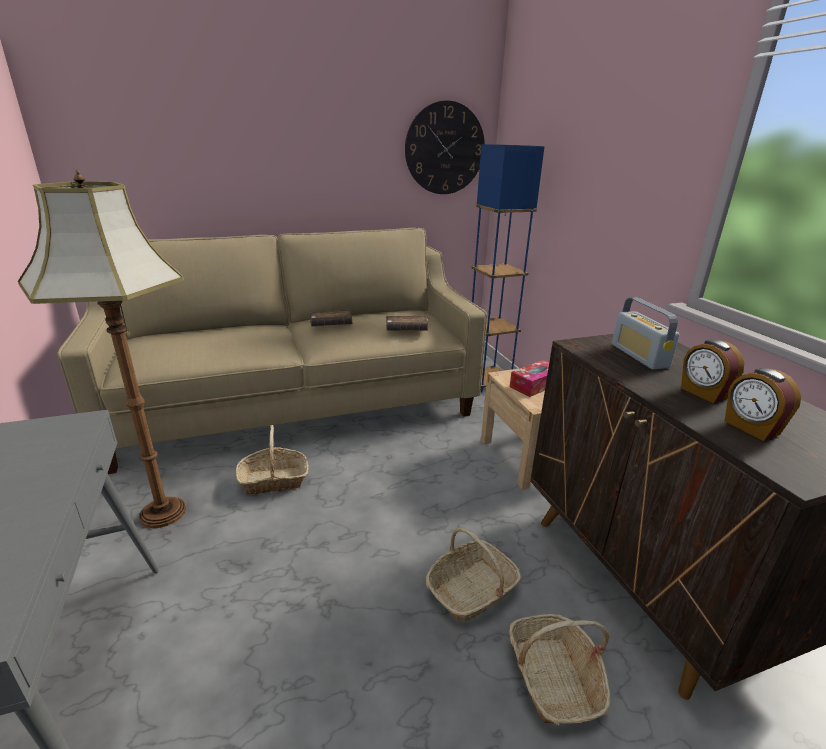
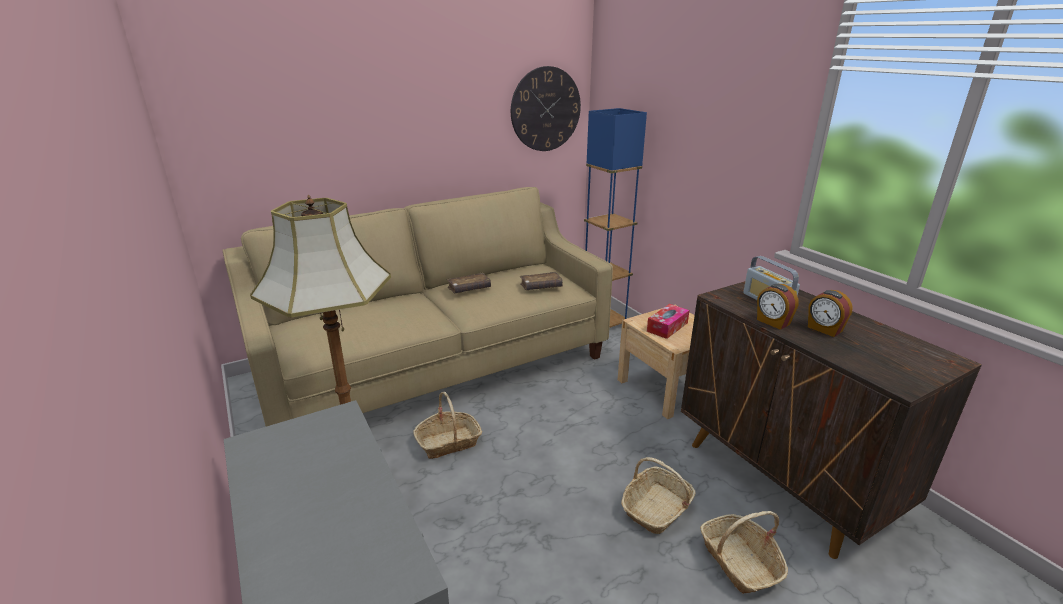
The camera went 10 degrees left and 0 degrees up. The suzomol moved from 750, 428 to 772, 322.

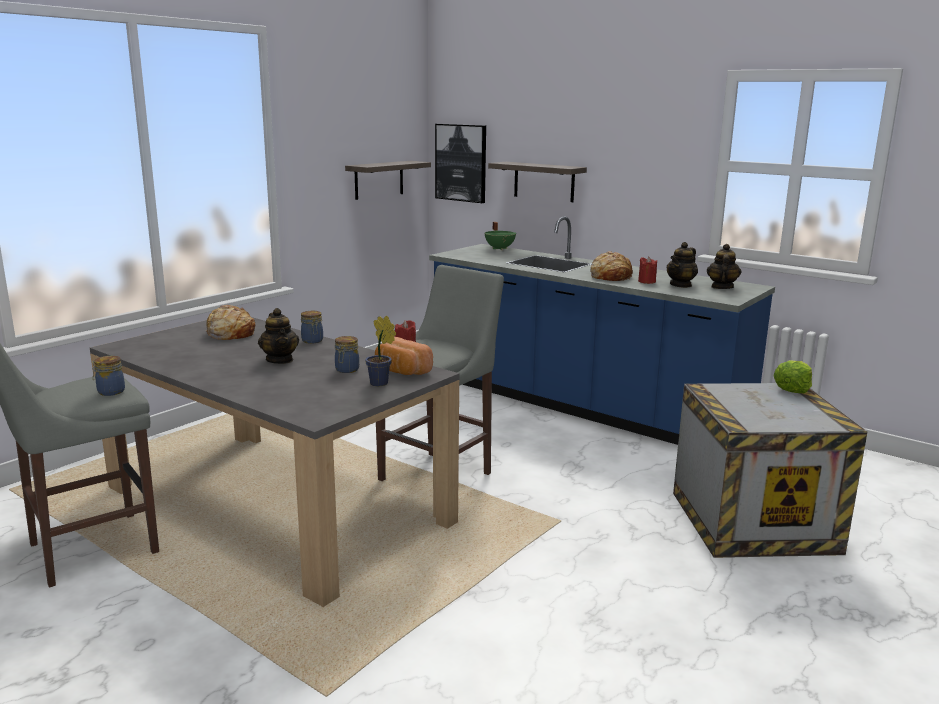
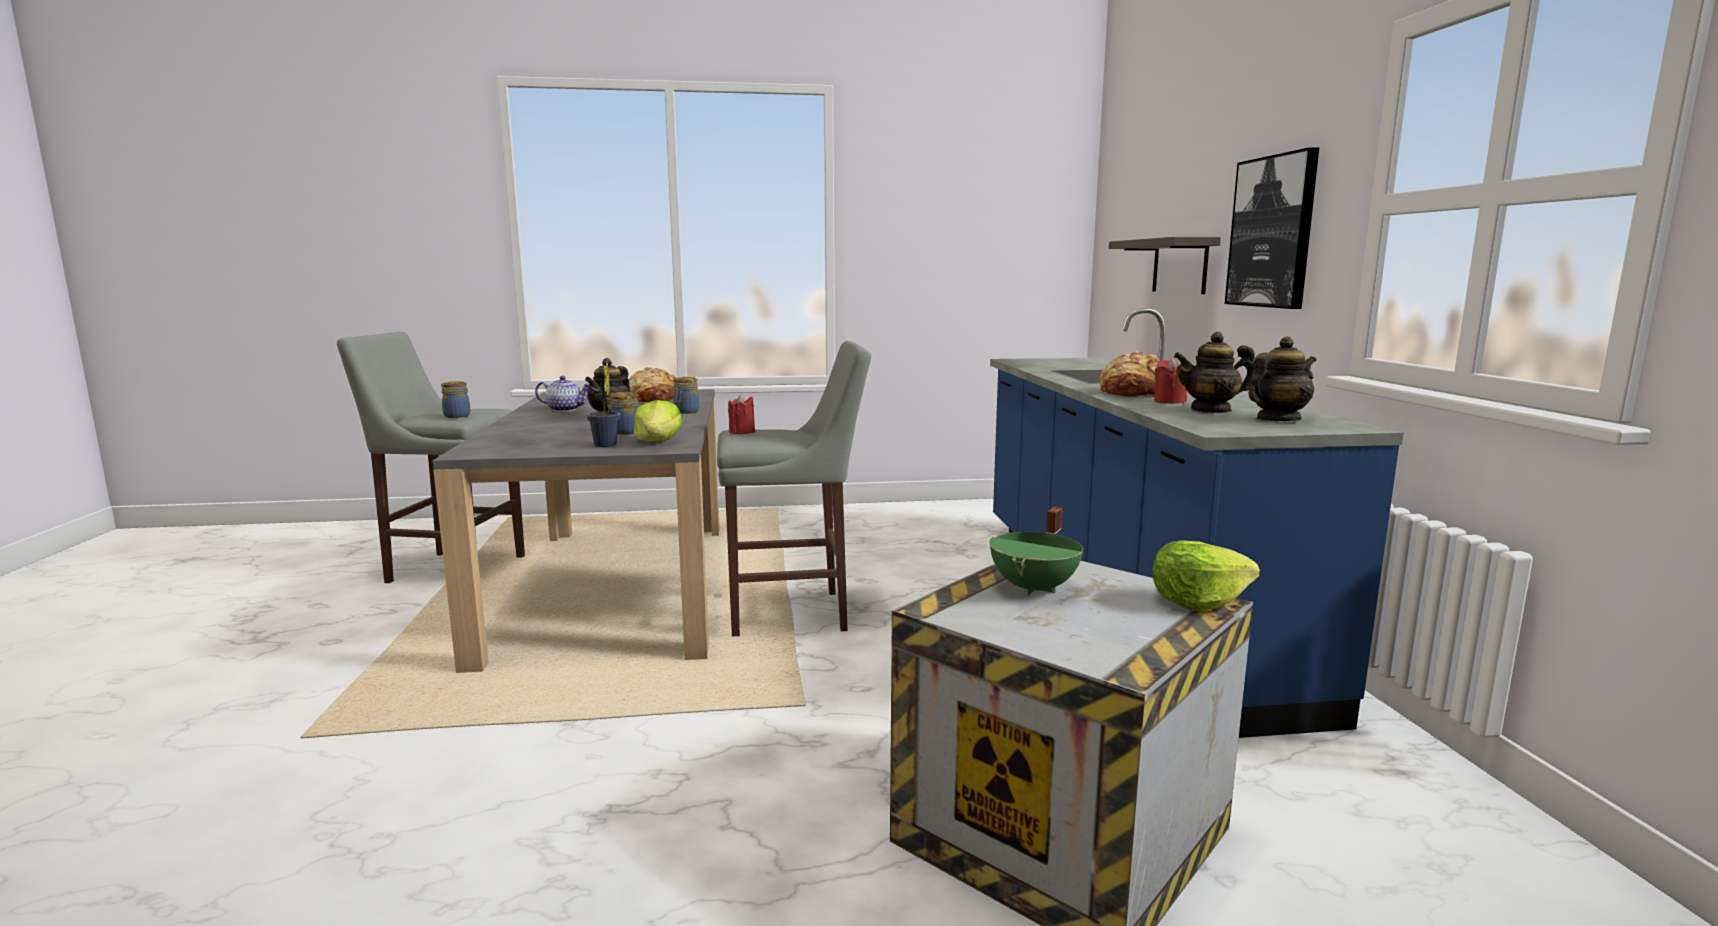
The camera went 45 degrees right and 5 degrees down. The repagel at 565, 409 appeared. The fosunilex at 401, 371 was replaced by the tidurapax at 658, 441. The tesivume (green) moved from 500, 248 to 1036, 588. The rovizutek moved from 461, 163 to 1272, 232. The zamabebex at 379, 179 disappeared.

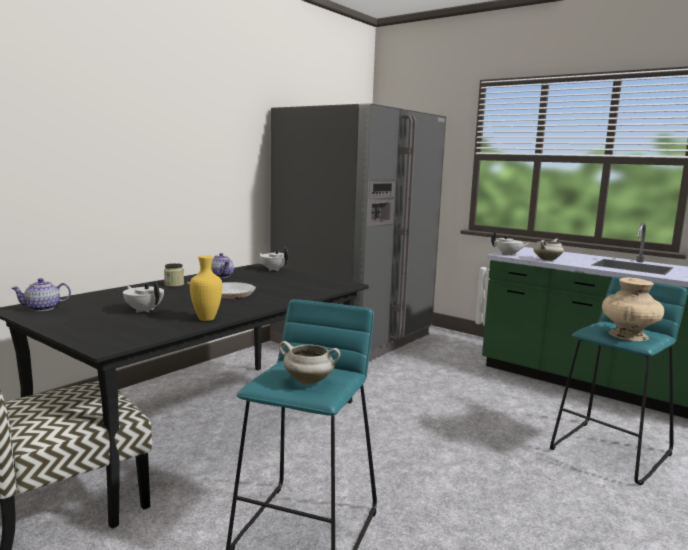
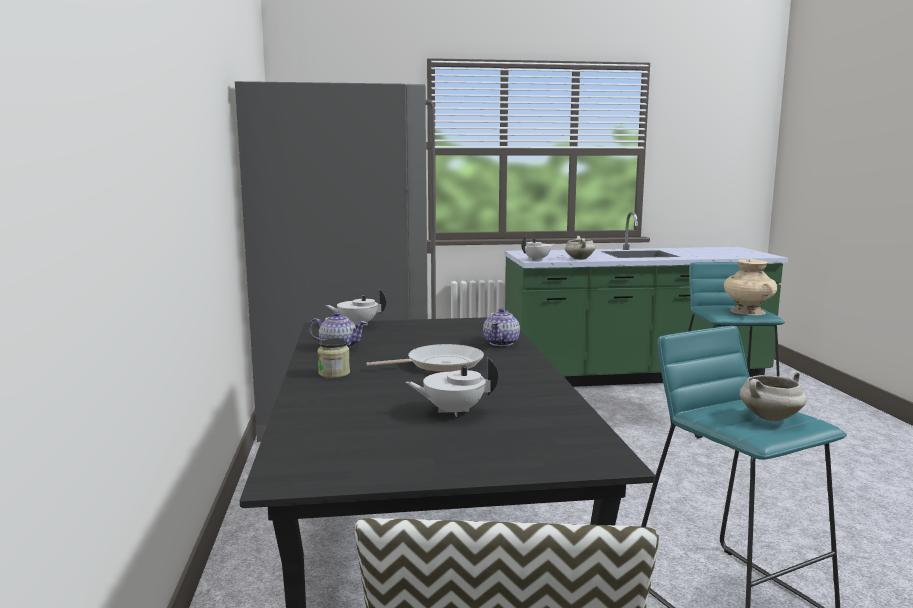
The camera went 45 degrees left and 0 degrees up. The repagel moved from 43, 308 to 501, 343. The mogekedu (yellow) at 206, 319 disappeared.

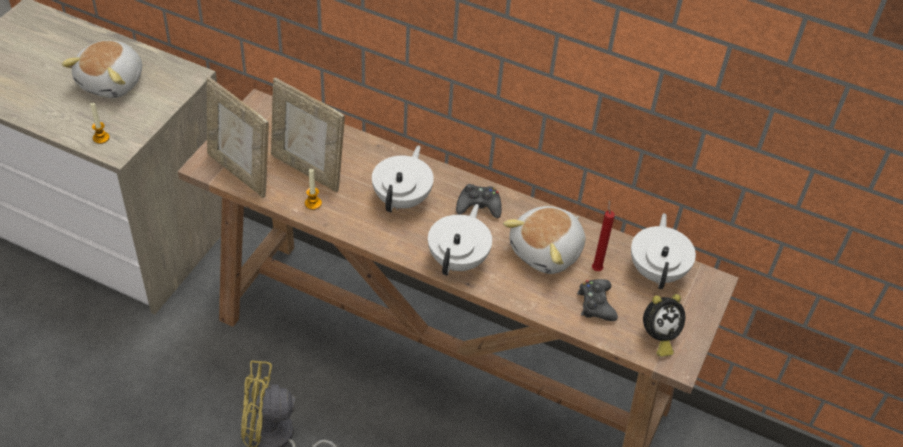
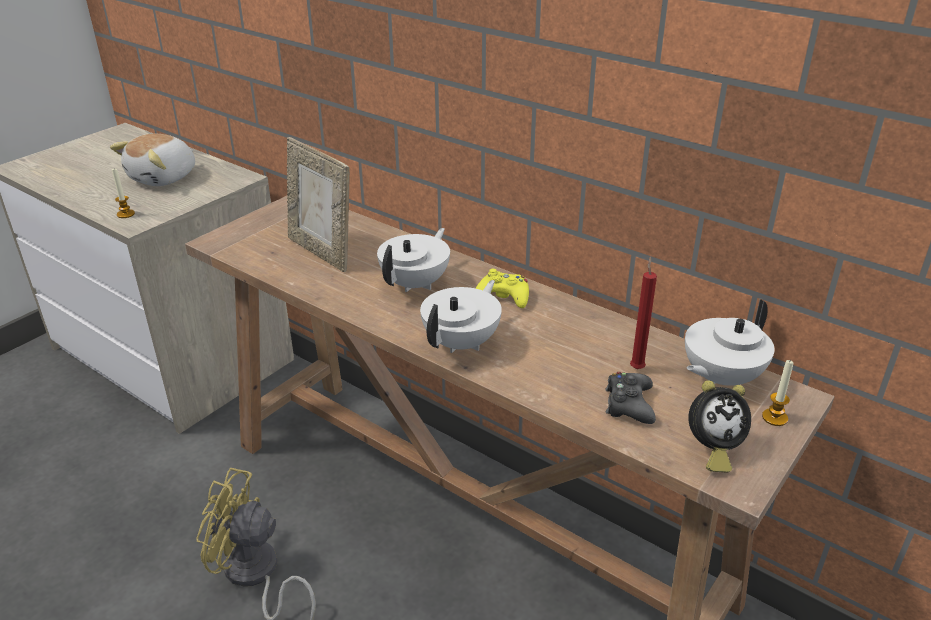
The camera went 15 degrees right and 15 degrees down. The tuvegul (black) at 479, 206 became the tuvegul (yellow) at 503, 297. The repagel (white) at 657, 271 turned 150 degrees counterclockwise. The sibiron moved from 313, 203 to 774, 418. The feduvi at 240, 172 disappeared. The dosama at 547, 251 disappeared.

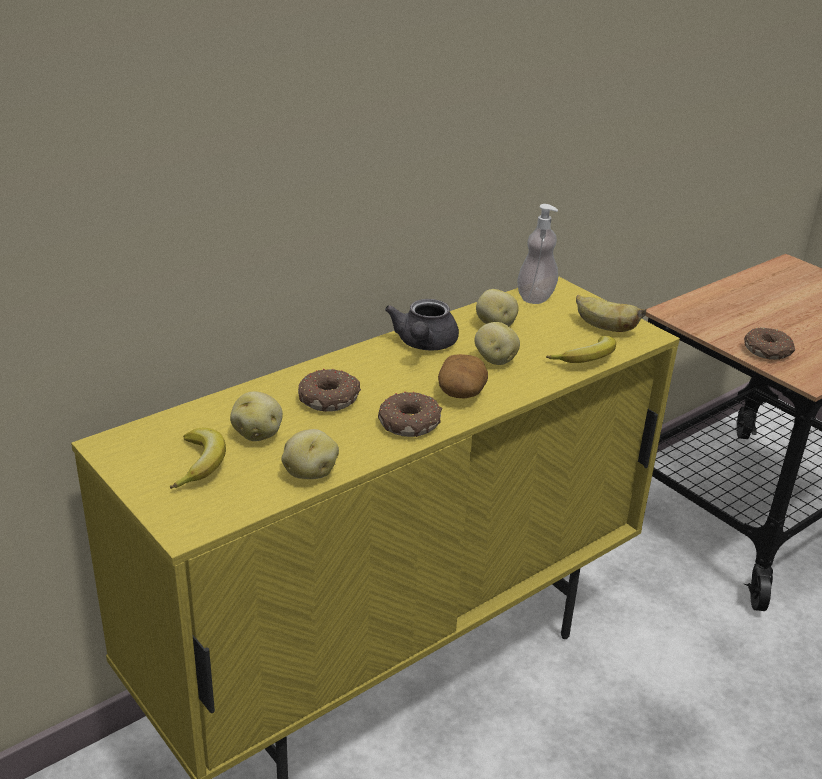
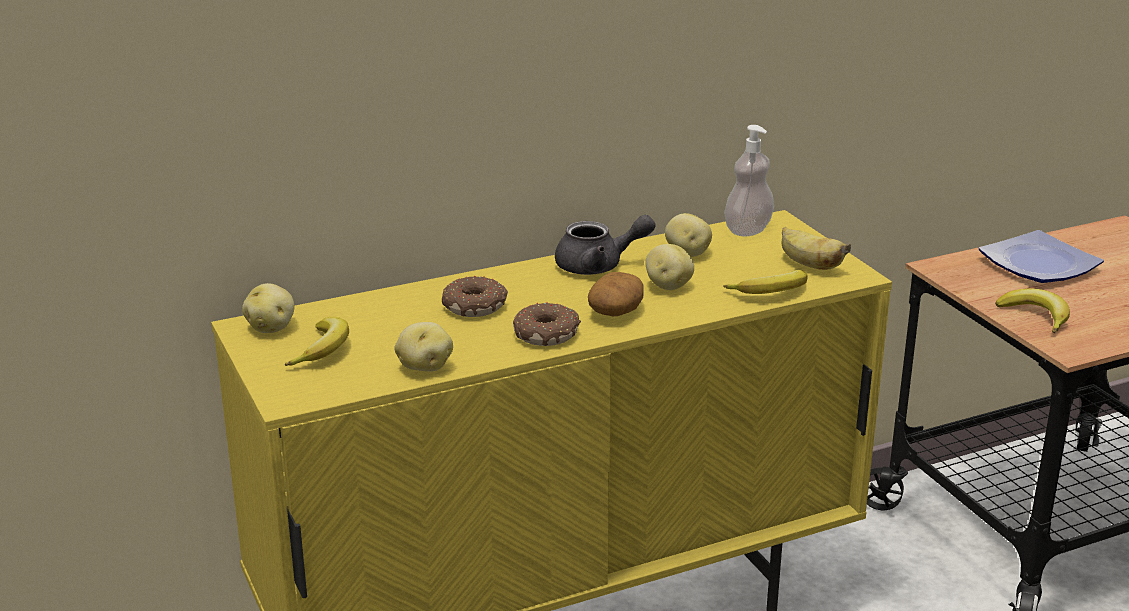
The camera went 15 degrees right and 5 degrees down. The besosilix moved from 258, 433 to 271, 327. The repagel (grey) at 424, 344 turned 120 degrees counterclockwise. The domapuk at 1036, 264 appeared. The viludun at 768, 351 was replaced by the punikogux at 1036, 316.

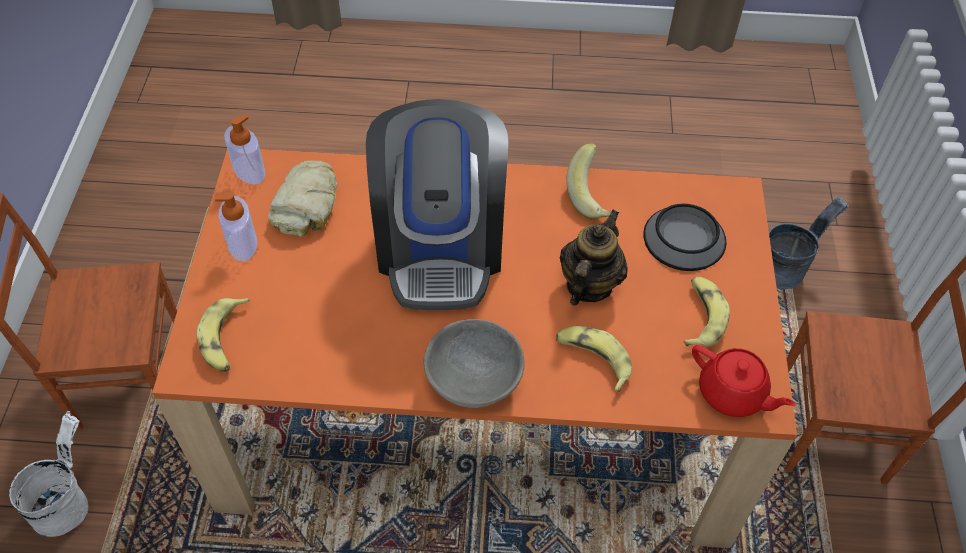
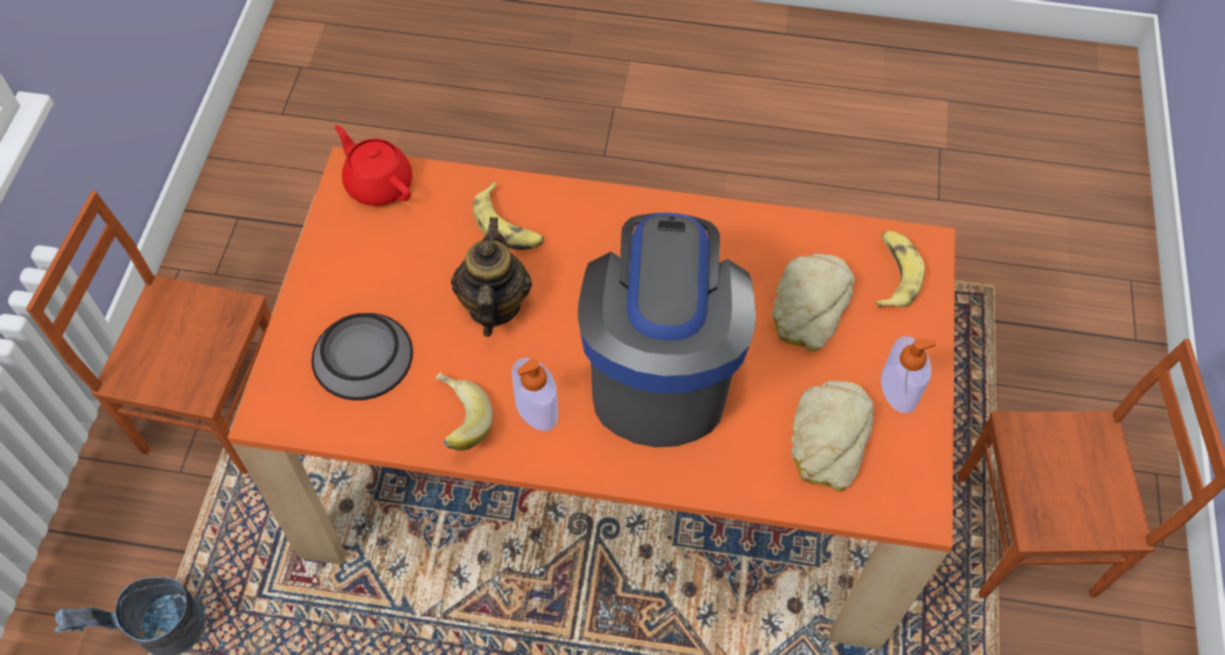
The camera went 175 degrees left and 5 degrees up. The repagel at 588, 285 turned 150 degrees clockwise. The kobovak moved from 249, 170 to 536, 408. The fosunilex at 809, 307 appeared. The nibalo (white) at 67, 501 disappeared. The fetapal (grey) at 474, 378 disappeared. The punikogux at 701, 316 disappeared.

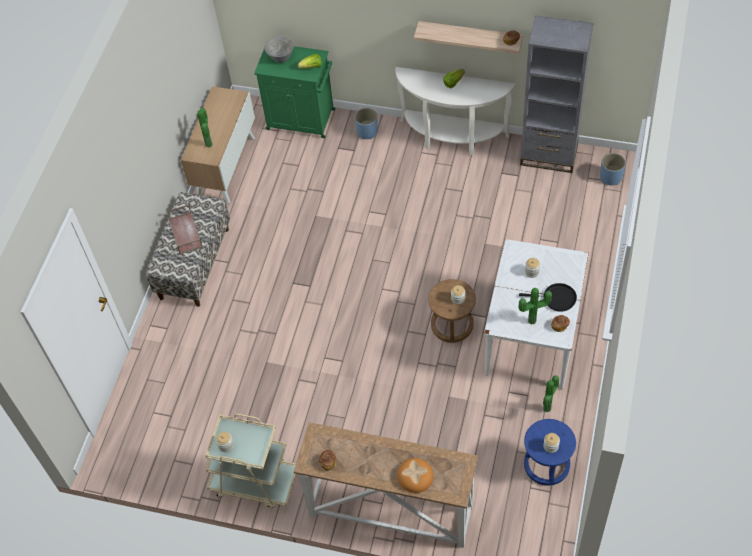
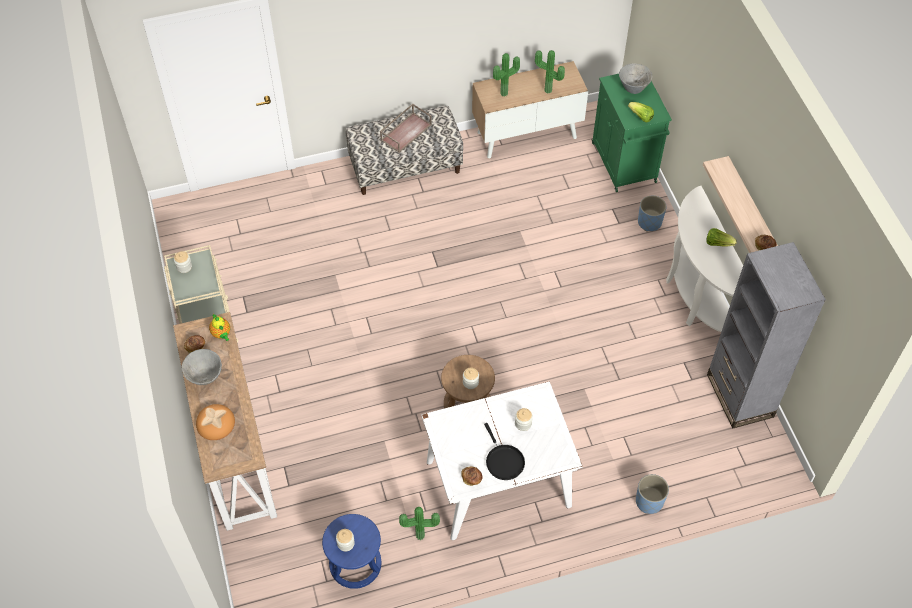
The camera went 55 degrees right and 0 degrees up. The fetapal (grey) at 205, 377 appeared. The repagel at 222, 334 appeared. The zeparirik moved from 533, 322 to 547, 91. The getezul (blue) moved from 610, 177 to 649, 501.

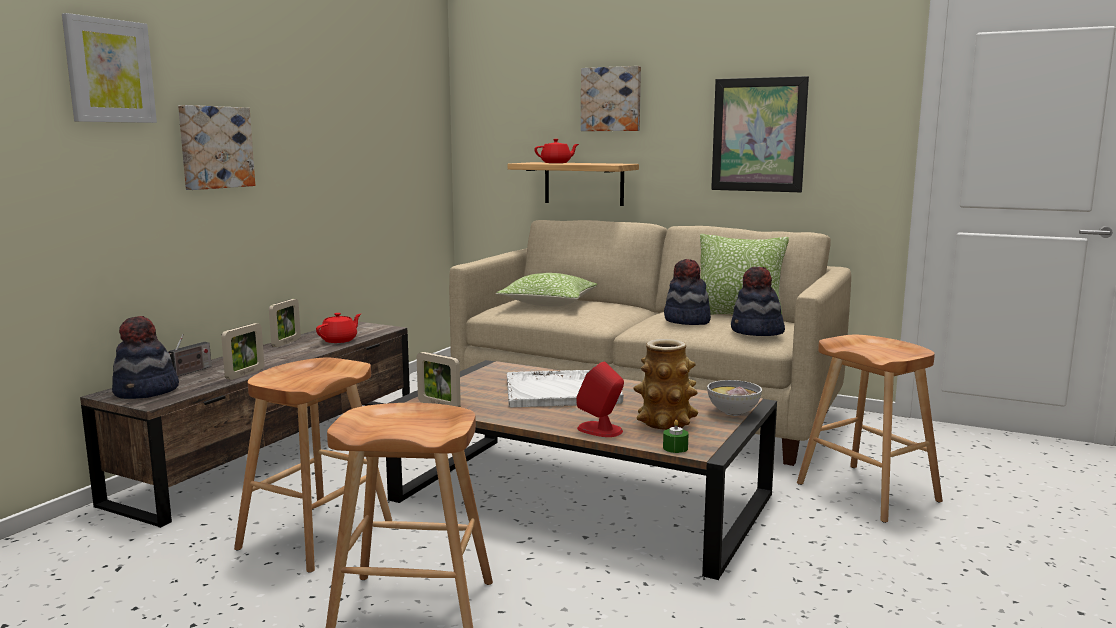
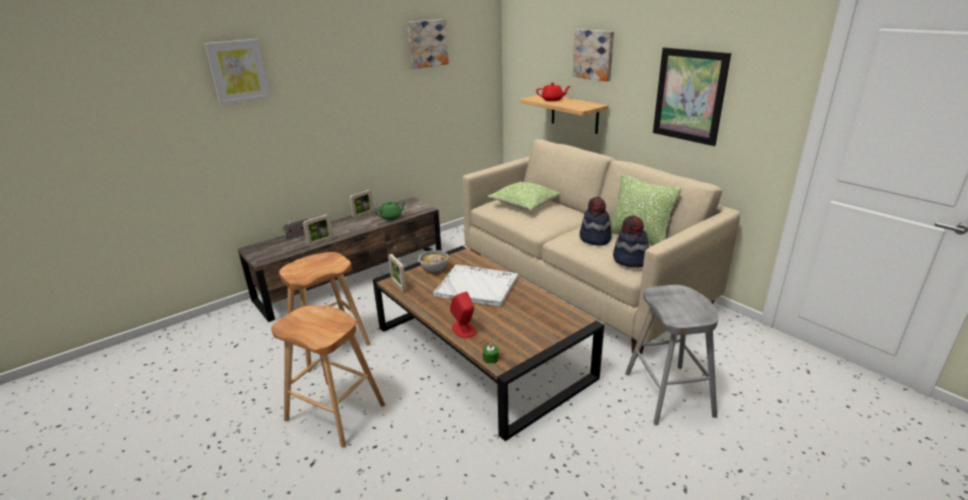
The camera went 25 degrees right and 15 degrees up. The repagel (red) at 340, 340 became the repagel (green) at 391, 217. The rovizutek moved from 215, 147 to 427, 43. The fetapal moved from 733, 413 to 434, 269. The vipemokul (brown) at 867, 492 became the vipemokul (grey) at 668, 393. The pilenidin at 146, 392 disappeared. The mogekedu at 665, 422 disappeared.

